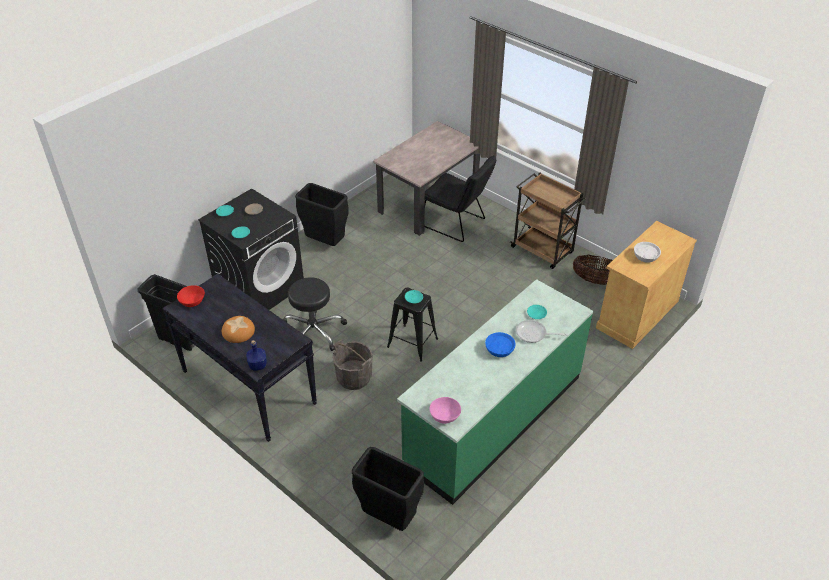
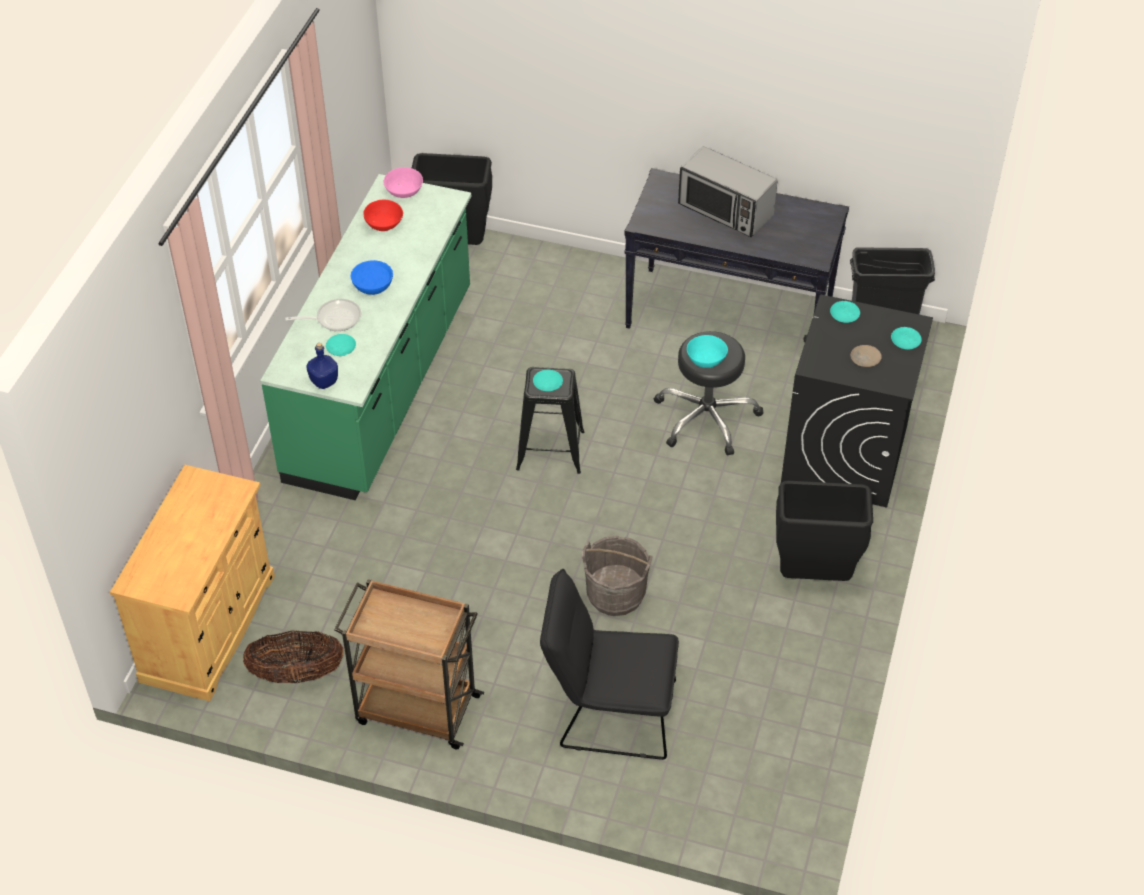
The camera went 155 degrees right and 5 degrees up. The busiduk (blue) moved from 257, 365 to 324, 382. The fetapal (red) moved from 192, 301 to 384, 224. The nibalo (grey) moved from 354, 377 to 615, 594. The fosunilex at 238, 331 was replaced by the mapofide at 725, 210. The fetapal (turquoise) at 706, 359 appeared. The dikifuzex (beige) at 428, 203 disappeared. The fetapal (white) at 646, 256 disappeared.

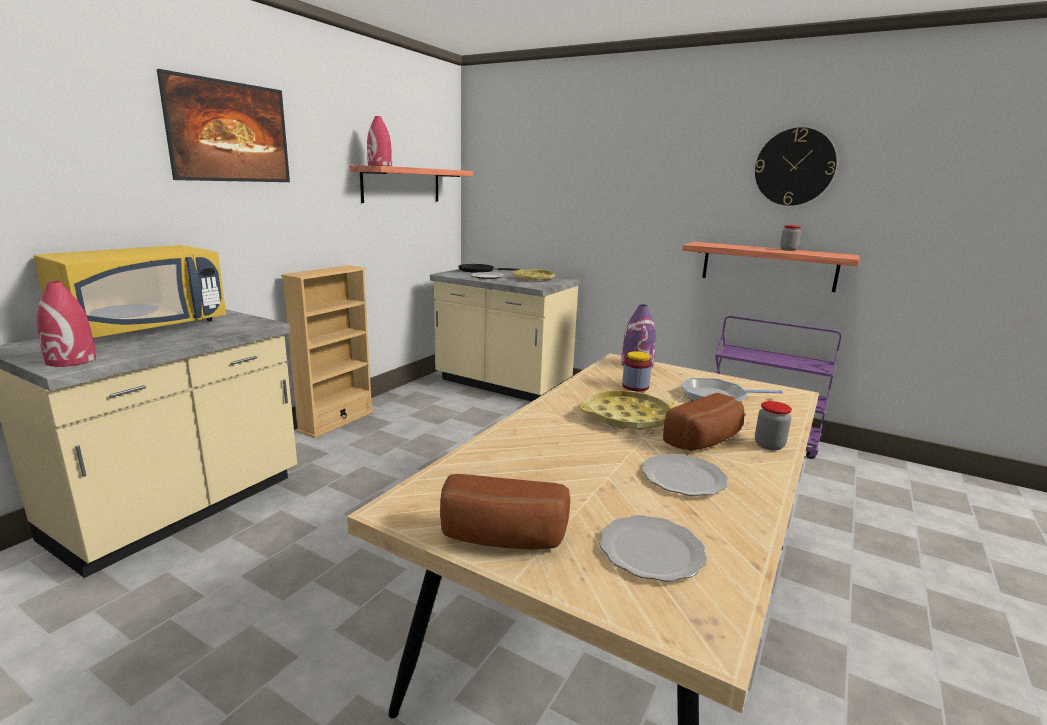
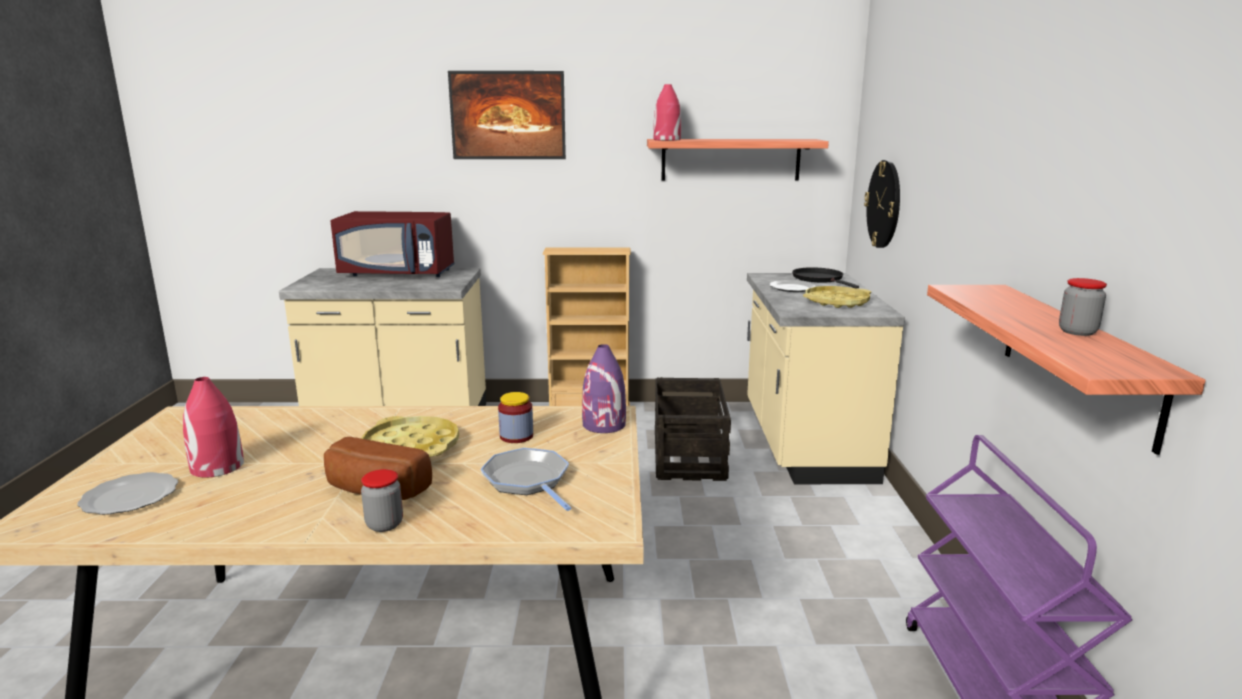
The camera went 60 degrees right and 0 degrees up. The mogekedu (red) moved from 71, 360 to 217, 467. The mapofide (yellow) at 145, 328 became the mapofide (red) at 398, 273. The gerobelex at 688, 454 appeared. The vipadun moved from 794, 167 to 884, 204. The fosunilex at 502, 539 disappeared. The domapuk at 684, 478 disappeared.

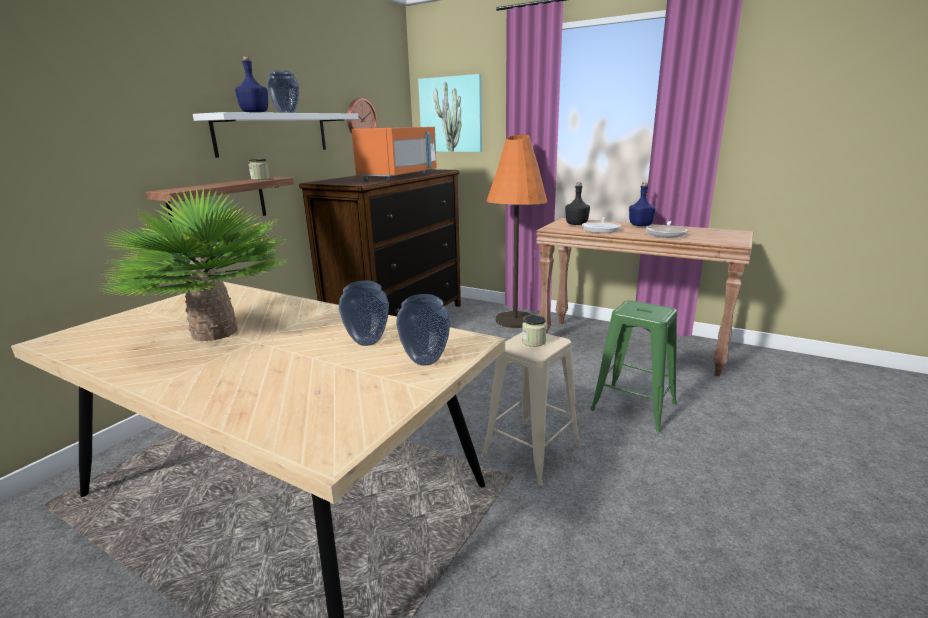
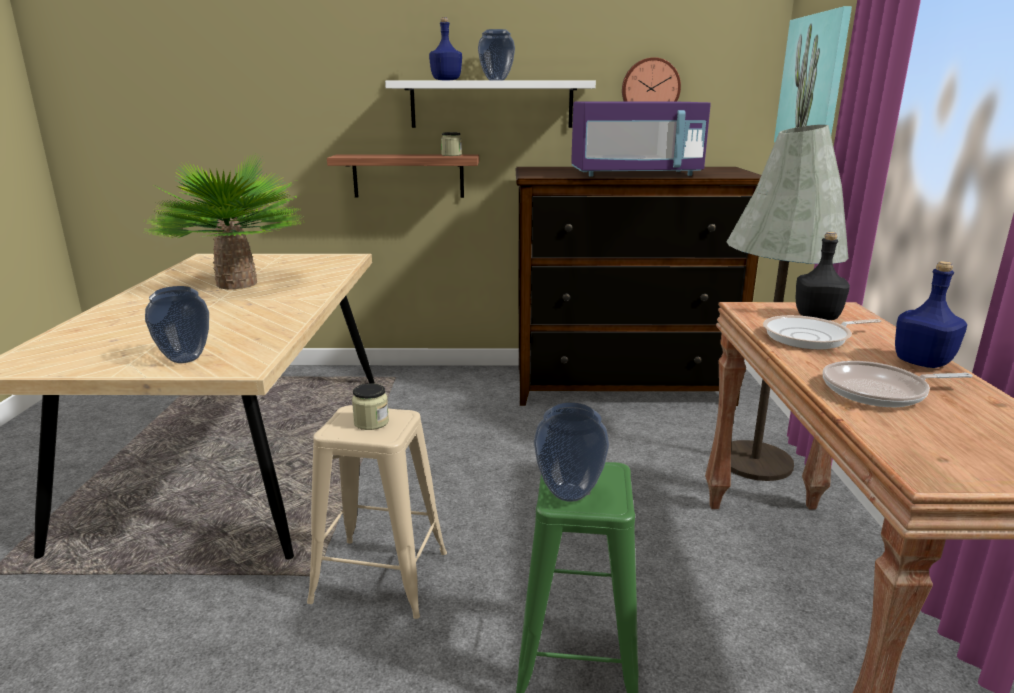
The camera went 60 degrees right and 0 degrees up. The mogekedu moved from 368, 342 to 569, 494. The mapofide (orange) at 399, 176 became the mapofide (purple) at 635, 174. The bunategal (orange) at 515, 320 became the bunategal (grey) at 754, 461.

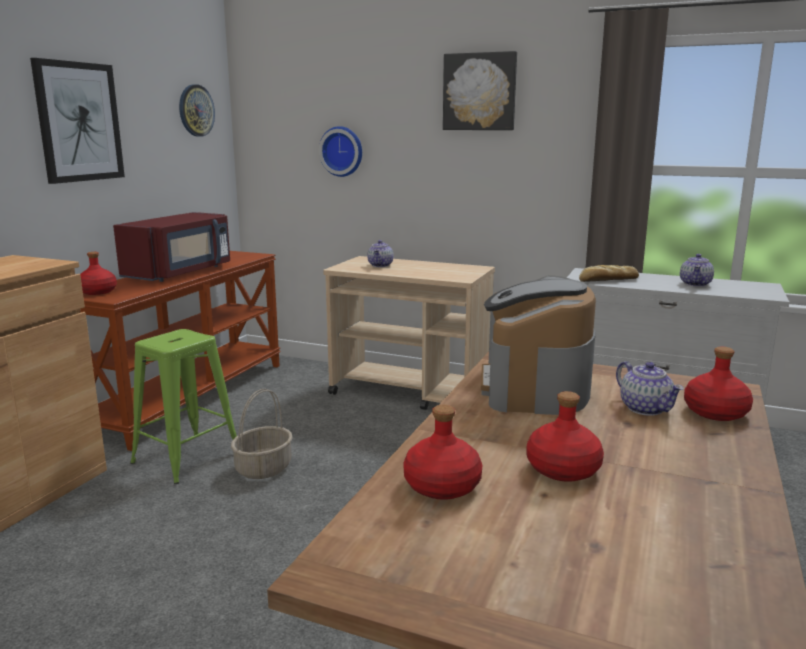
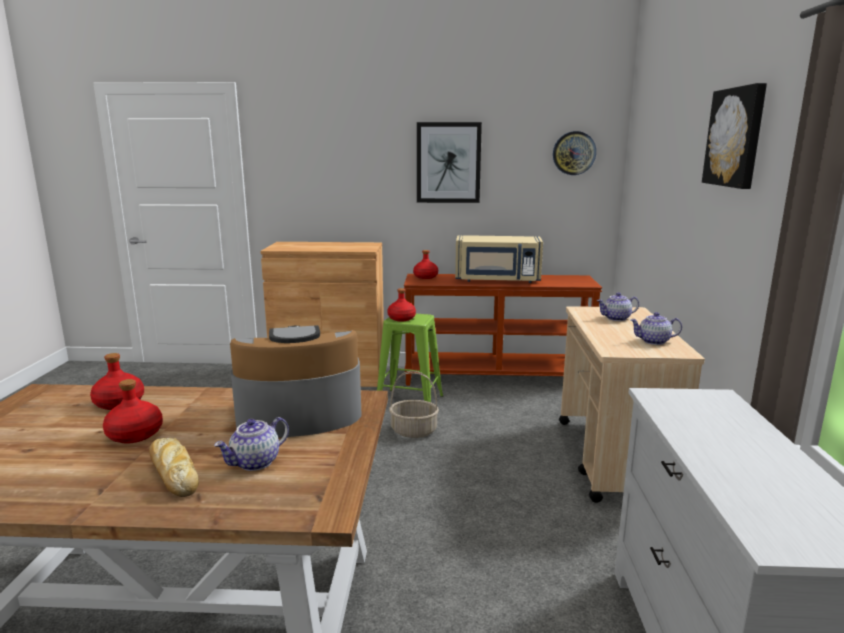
The camera went 70 degrees right and 0 degrees up. The fosunilex moved from 607, 280 to 173, 472. The busiduk (red) moved from 716, 412 to 401, 318. The mapofide (red) at 180, 273 became the mapofide (beige) at 497, 280. The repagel moved from 695, 284 to 653, 341. The vipadun at 342, 151 disappeared.

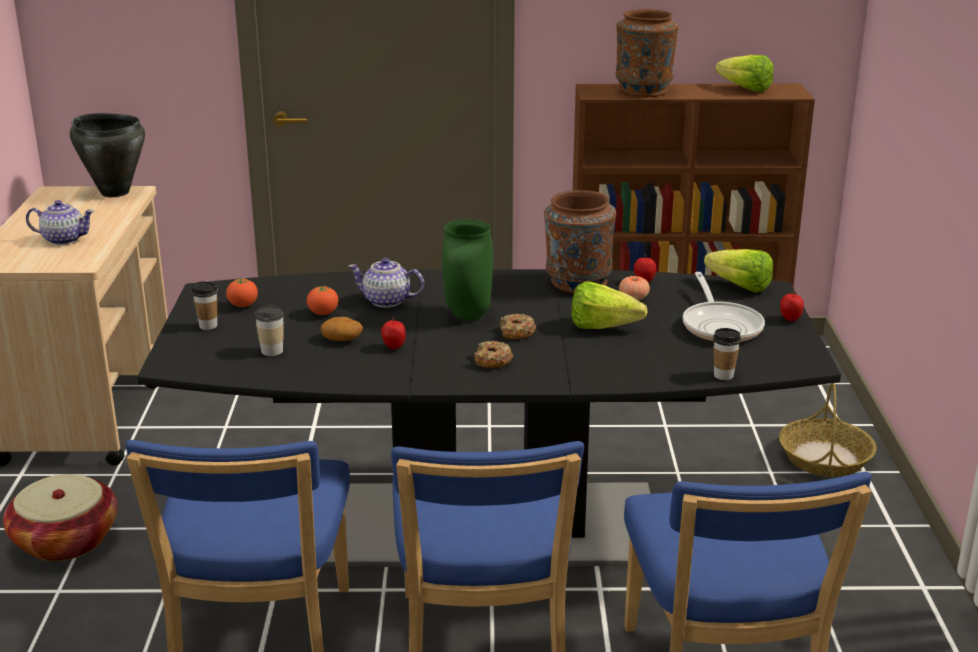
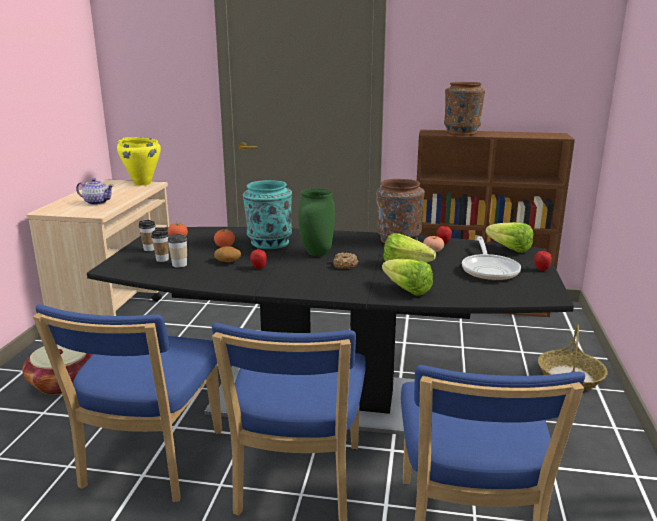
The camera went 10 degrees right and 5 degrees down. The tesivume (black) at 115, 192 became the tesivume (yellow) at 142, 183. The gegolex moved from 723, 375 to 162, 259. The repagel at 387, 301 was replaced by the mogekedu (turquoise) at 269, 243. The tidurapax moved from 741, 88 to 404, 289. The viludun at 492, 361 disappeared.

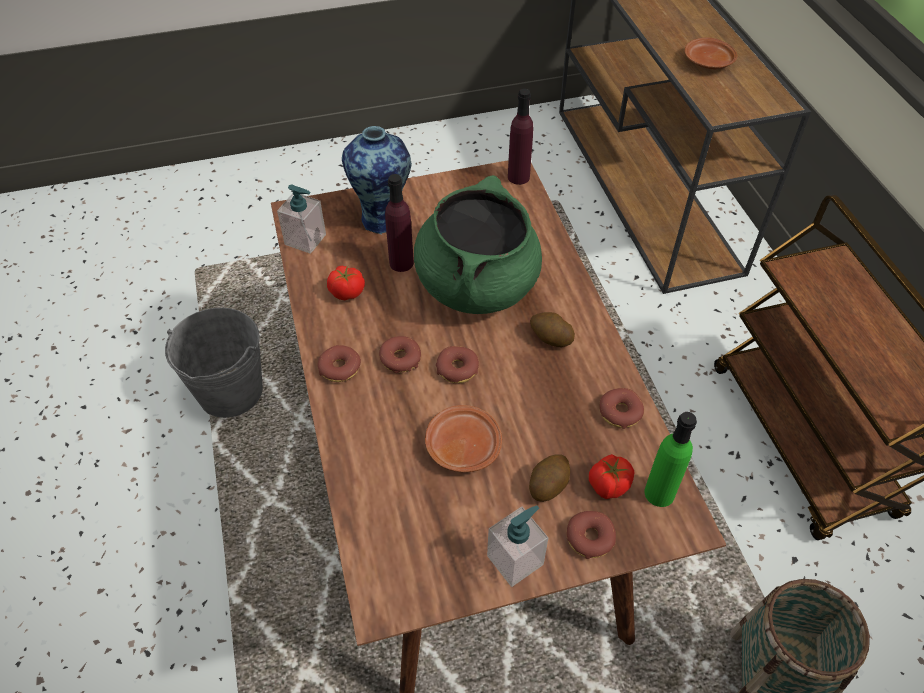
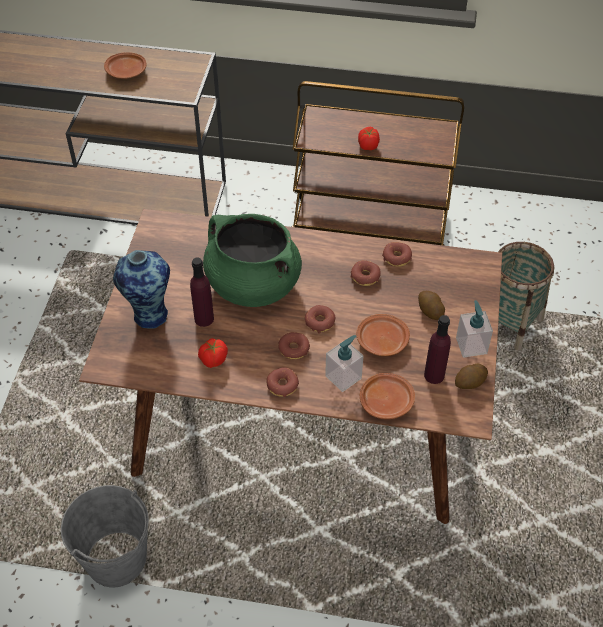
The camera went 65 degrees left and 0 degrees up. The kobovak moved from 305, 239 to 343, 377. The viludun moved from 590, 538 to 365, 276. The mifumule moved from 608, 485 to 368, 146. The domapuk (brown) at 386, 401 appeared. The busiduk (purple) moved from 518, 177 to 434, 375. The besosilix moved from 550, 338 to 469, 383. The busiduk (green) at 659, 493 disappeared.

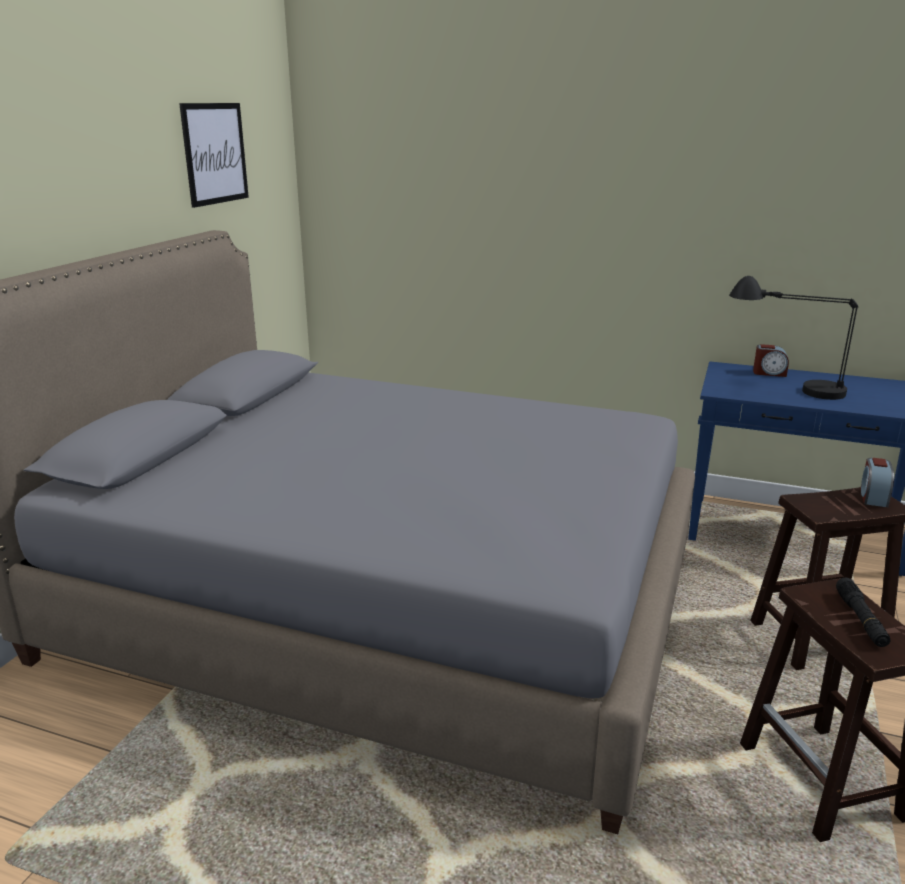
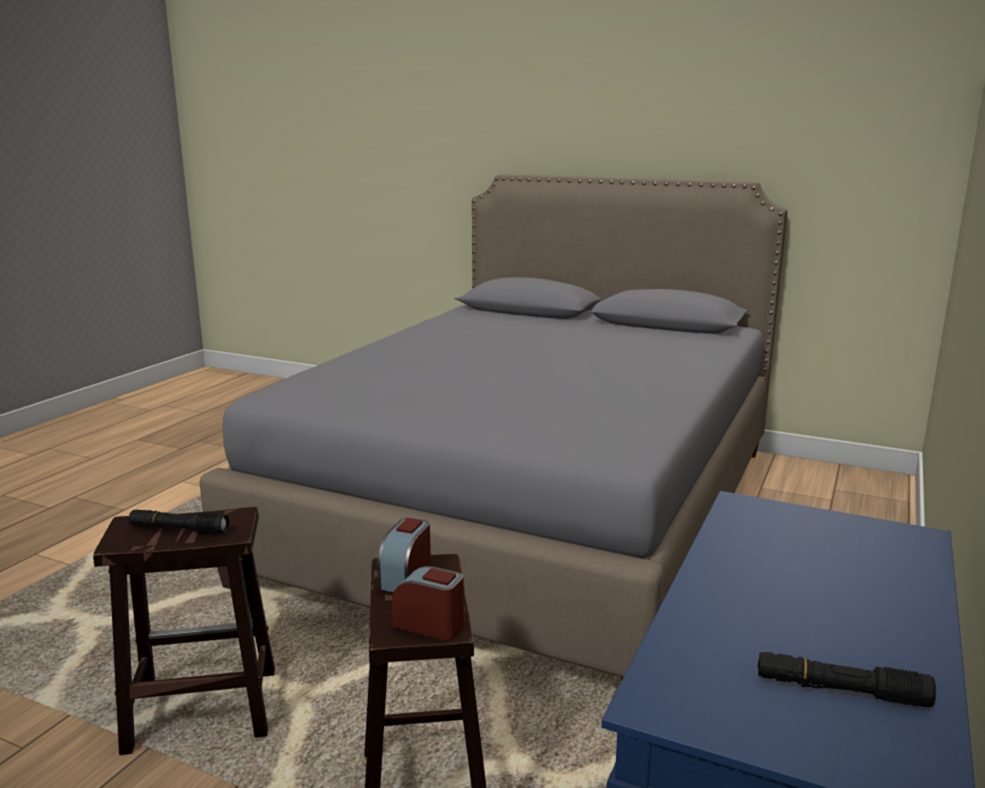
The camera went 95 degrees right and 5 degrees down. The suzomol moved from 769, 373 to 406, 577. The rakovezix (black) at 840, 691 appeared. The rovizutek at 215, 153 disappeared. The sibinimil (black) at 785, 388 disappeared.

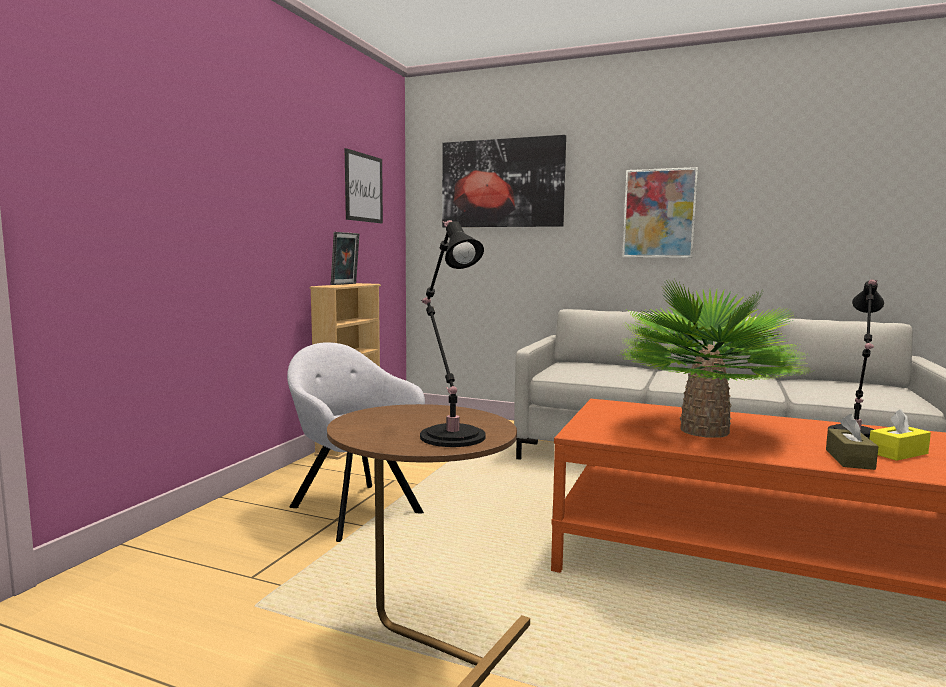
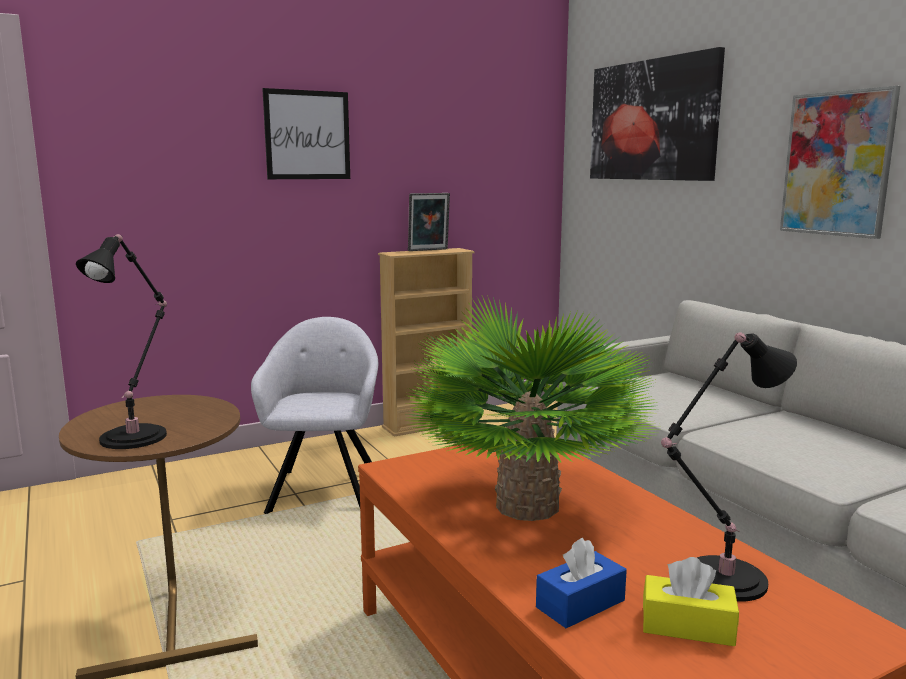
The camera went 40 degrees right and 5 degrees up. The rovizutek moved from 363, 188 to 307, 135. The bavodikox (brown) at 849, 459 became the bavodikox (blue) at 580, 604.

